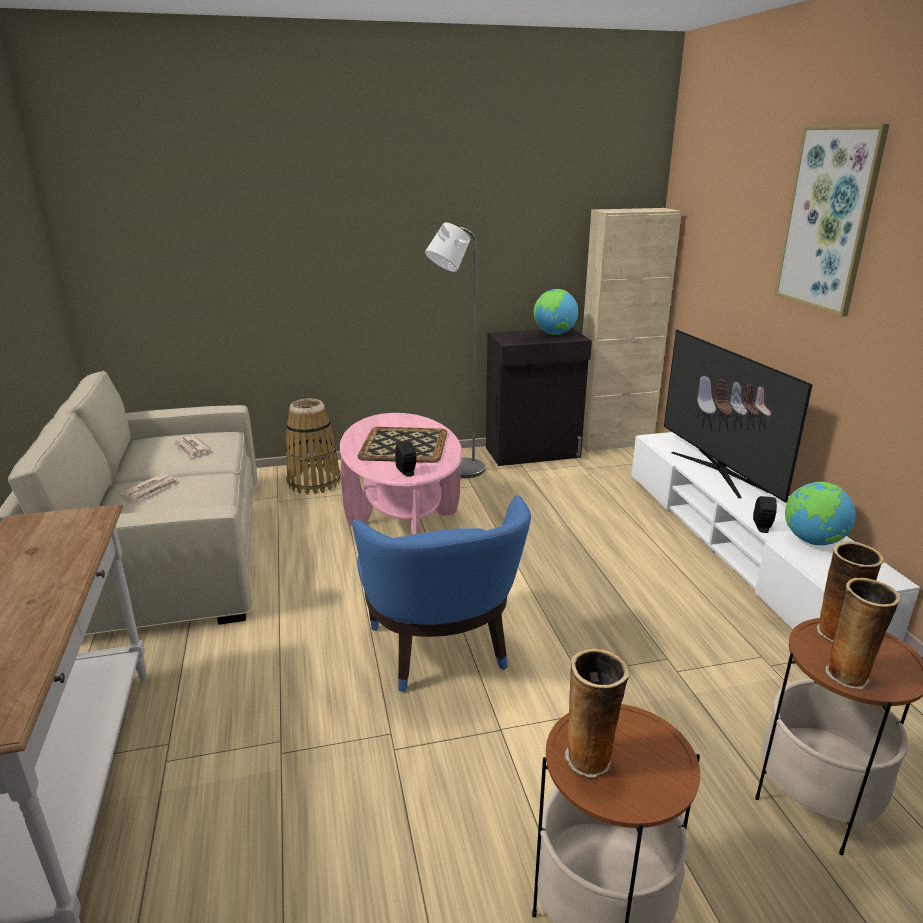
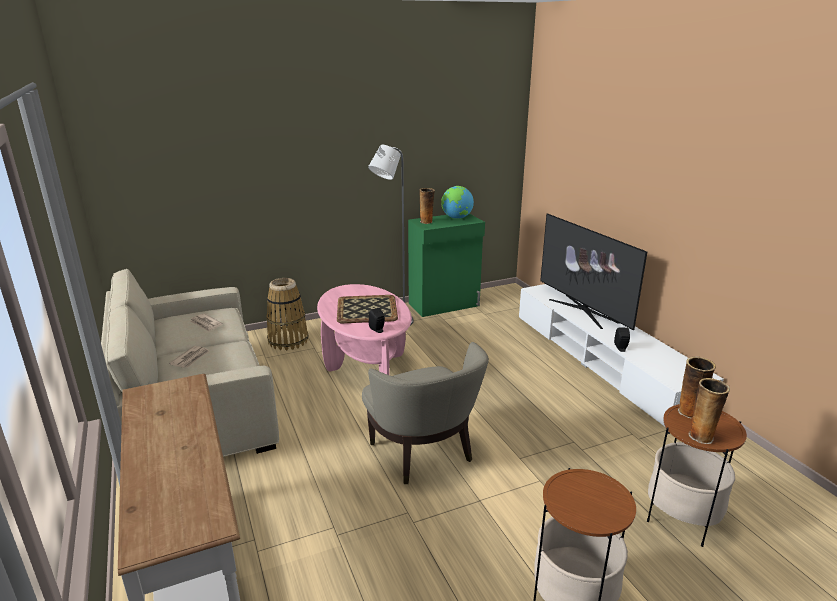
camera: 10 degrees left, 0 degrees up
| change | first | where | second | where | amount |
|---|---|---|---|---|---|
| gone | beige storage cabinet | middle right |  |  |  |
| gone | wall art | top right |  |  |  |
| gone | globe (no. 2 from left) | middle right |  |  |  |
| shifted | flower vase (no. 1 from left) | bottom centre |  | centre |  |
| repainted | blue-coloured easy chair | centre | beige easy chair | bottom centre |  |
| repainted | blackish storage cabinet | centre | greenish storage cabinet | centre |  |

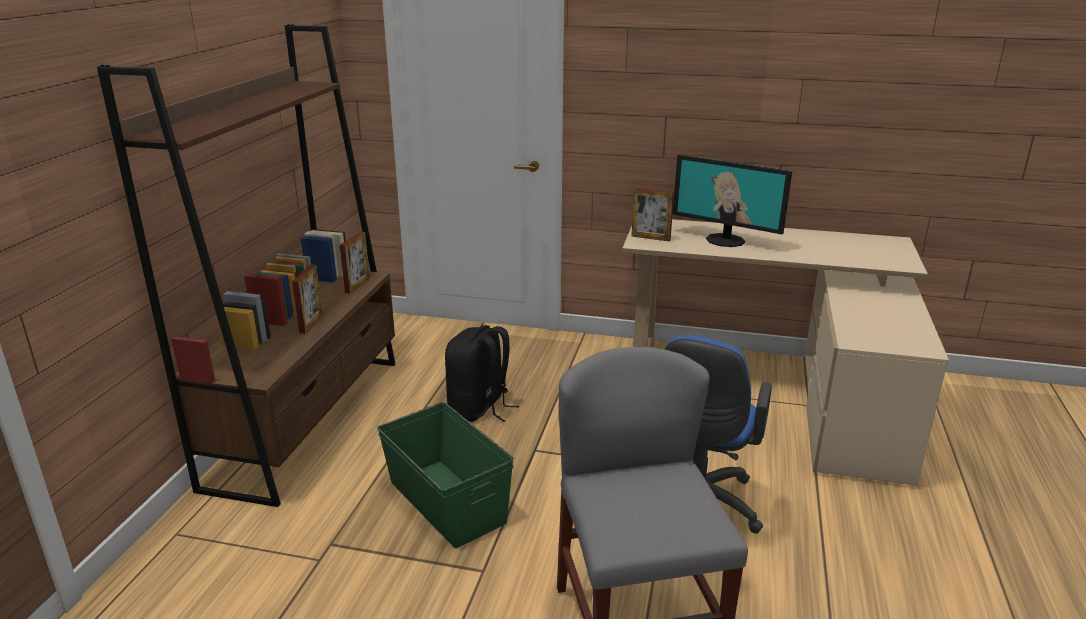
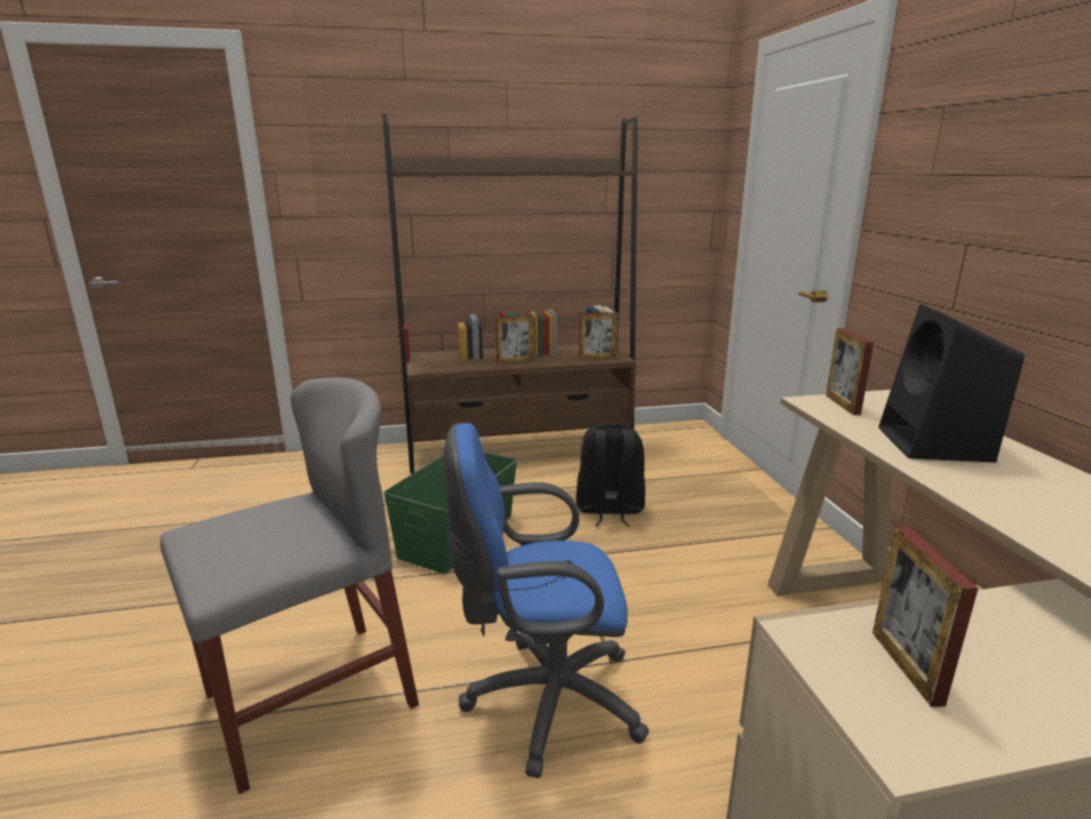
camera: 65 degrees right, 5 degrees down
| change | first | where | second | where | amount |
|---|---|---|---|---|---|
| new |  |  | photo frame (no. 4 from left) | bottom right |  |
| swapped | computer display | top right | blackish loudspeaker | middle right |  |

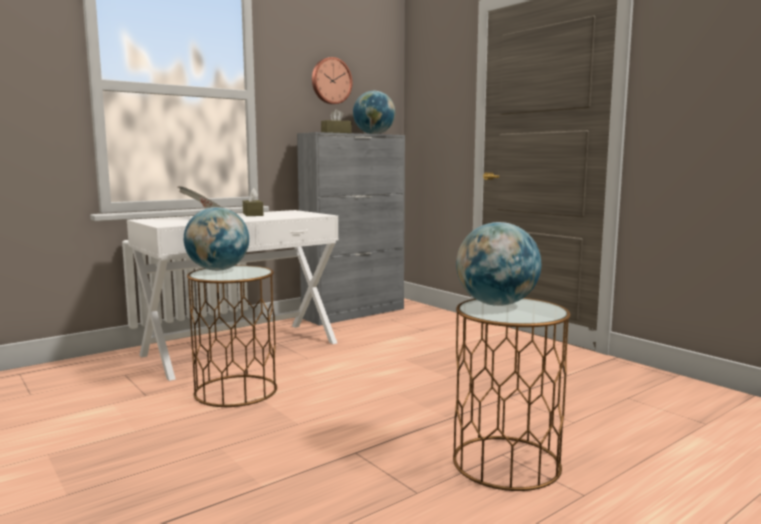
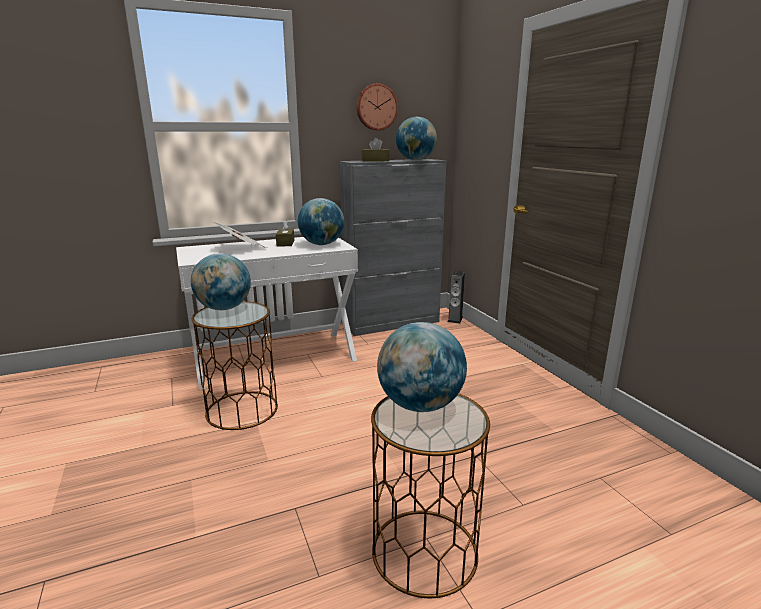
camera: 15 degrees right, 10 degrees up
| change | first | where | second | where | amount |
|---|---|---|---|---|---|
| new |  |  | globe (no. 2 from left) | centre |  |
| new |  |  | loudspeaker | centre |  |

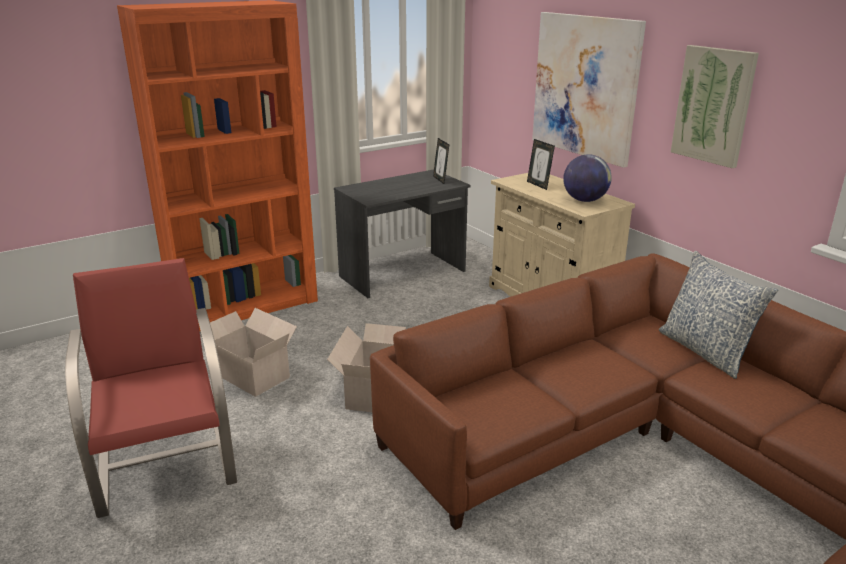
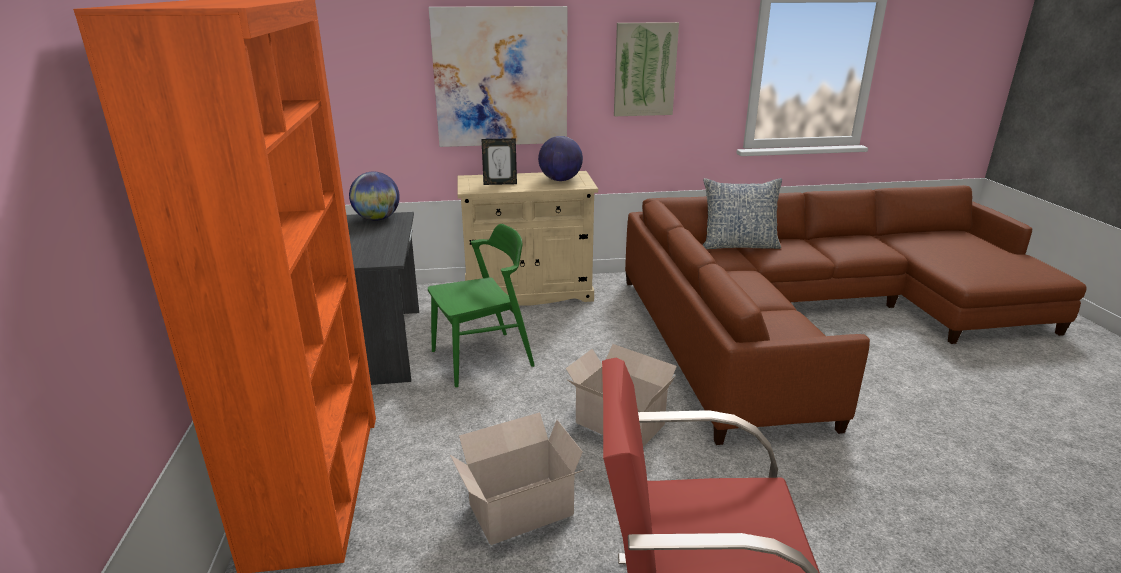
camera: 65 degrees left, 0 degrees up
| change | first | where | second | where | amount |
|---|---|---|---|---|---|
| new |  |  | greenish chair | centre |  |
| swapped | photo frame (no. 1 from left) | top centre | globe (no. 1 from left) | centre |  |

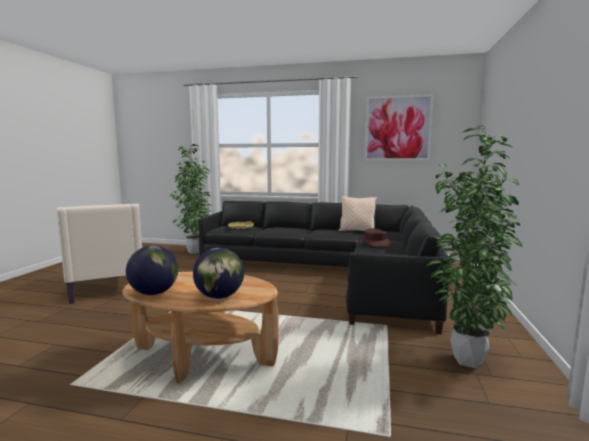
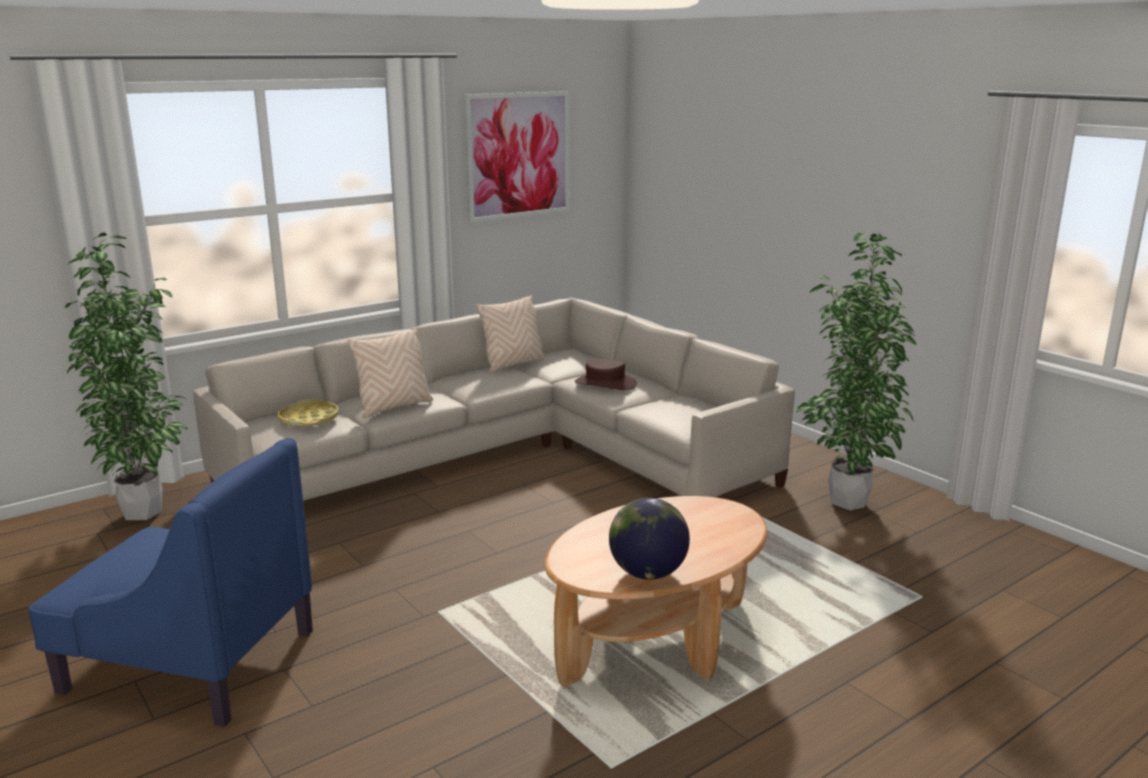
camera: 50 degrees left, 10 degrees up
| change | first | where | second | where | amount |
|---|---|---|---|---|---|
| gone | globe (no. 2 from left) | centre |  |  |  |
| new |  |  | beige cushion (no. 1 from left) | centre |  |
| repainted | beige easy chair | middle left | blue-coloured easy chair | bottom left |  |
| repainted | blackish couch | centre | beige couch | centre |  |

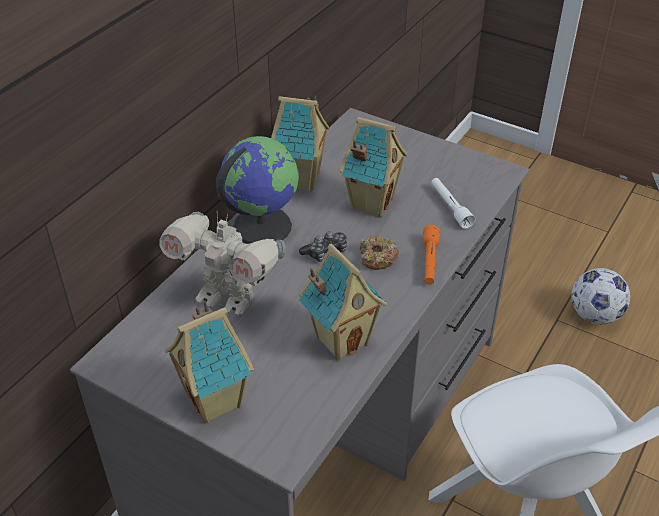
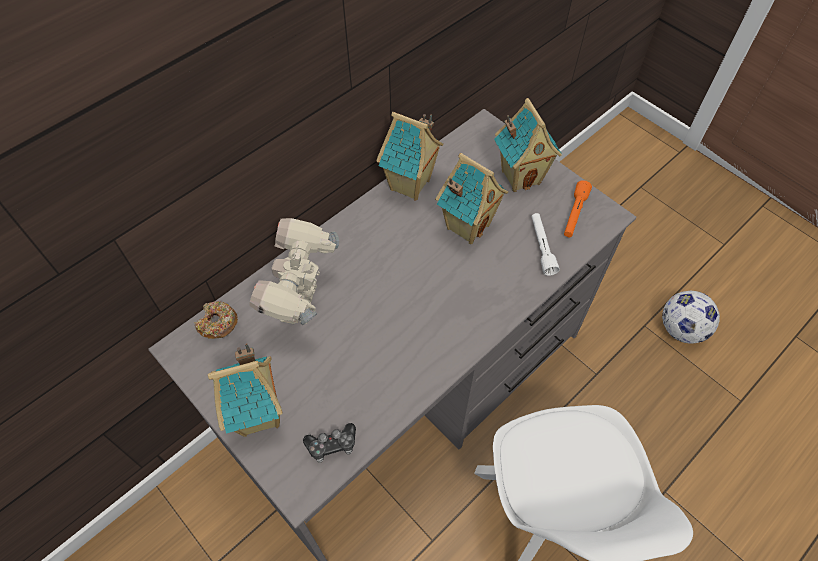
camera: 15 degrees right, 15 degrees up
| change | first | where | second | where | amount |
|---|---|---|---|---|---|
| gone | globe | centre |  |  |  |
| shifted | joypad | centre |  | bottom centre |  |
| shifted | model house (no. 3 from left in the first image) | centre | model house (no. 4 from left) | top centre |  |
| shifted | ring doughnut | centre |  | middle left |  |
| shifted | orangey hand torch | centre |  | middle right |  |
| rotated | robot figure | centre |  | centre | 60 degrees clockwise |

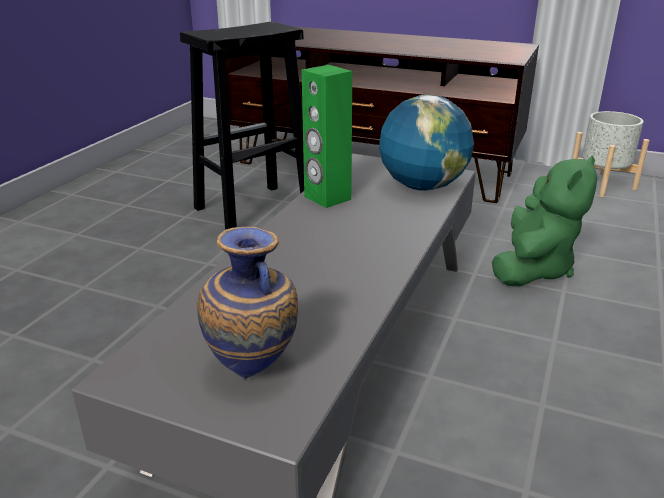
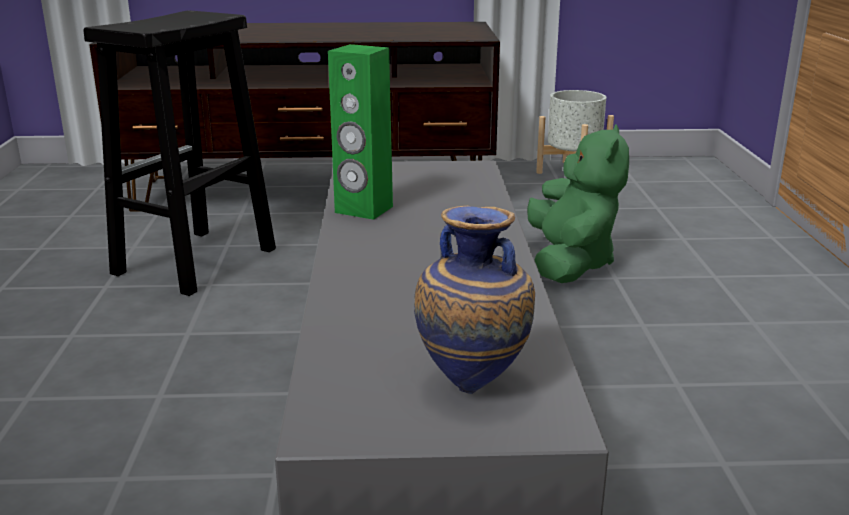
camera: 25 degrees left, 5 degrees down
| change | first | where | second | where | amount |
|---|---|---|---|---|---|
| gone | globe | top centre |  |  |  |

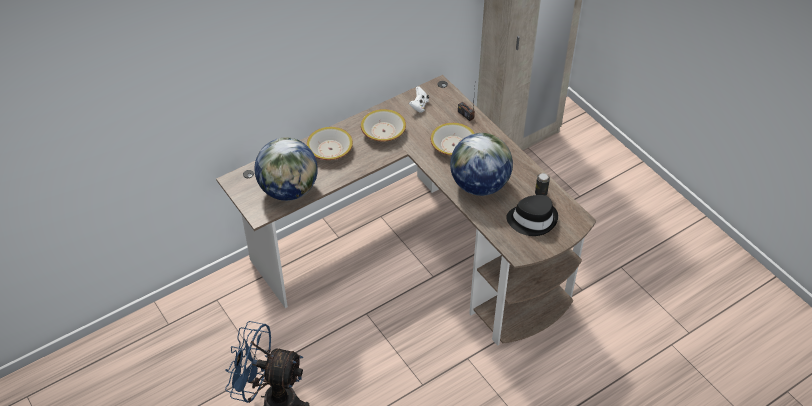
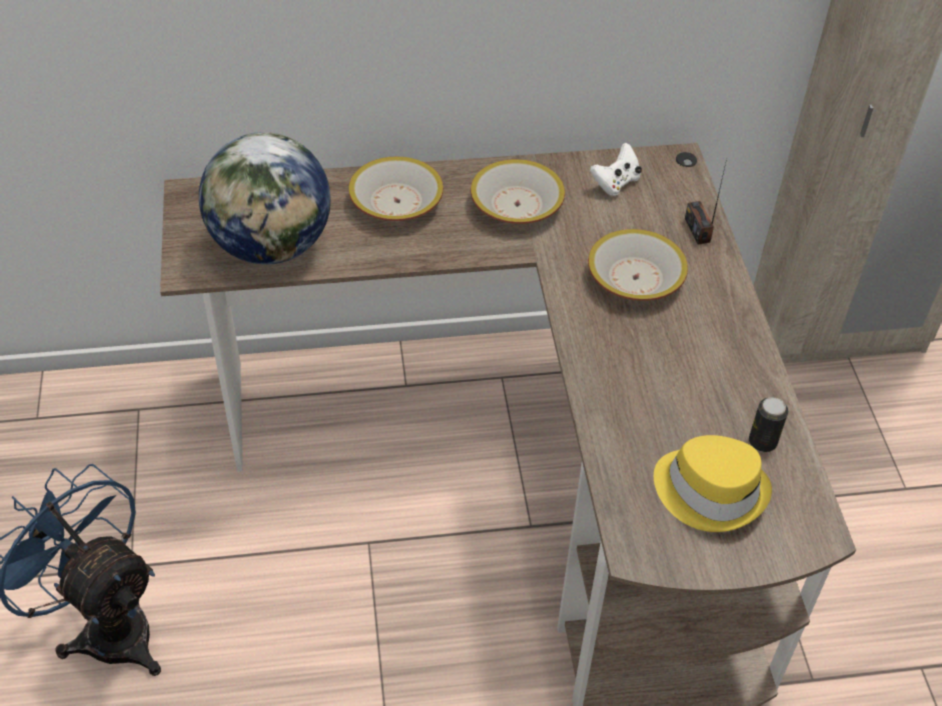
camera: 25 degrees right, 0 degrees up
| change | first | where | second | where | amount |
|---|---|---|---|---|---|
| gone | globe (no. 2 from left) | centre |  |  |  |
| repainted | blackish clothing hat | centre | yellow clothing hat | bottom right |  |

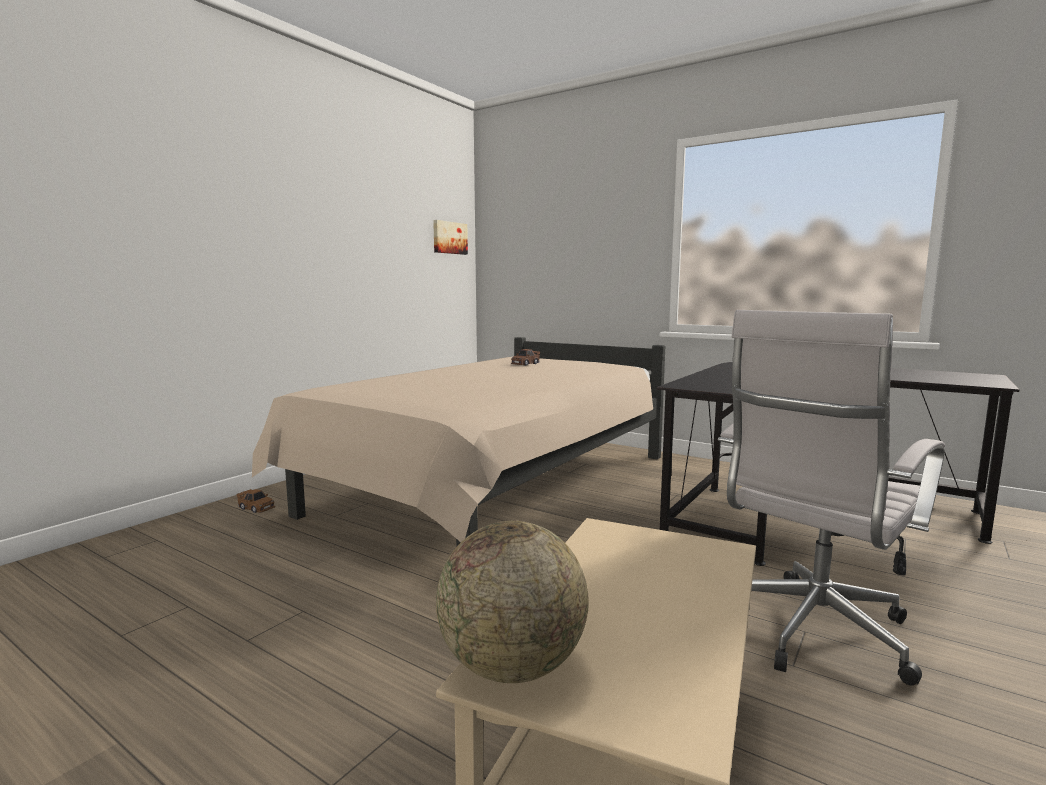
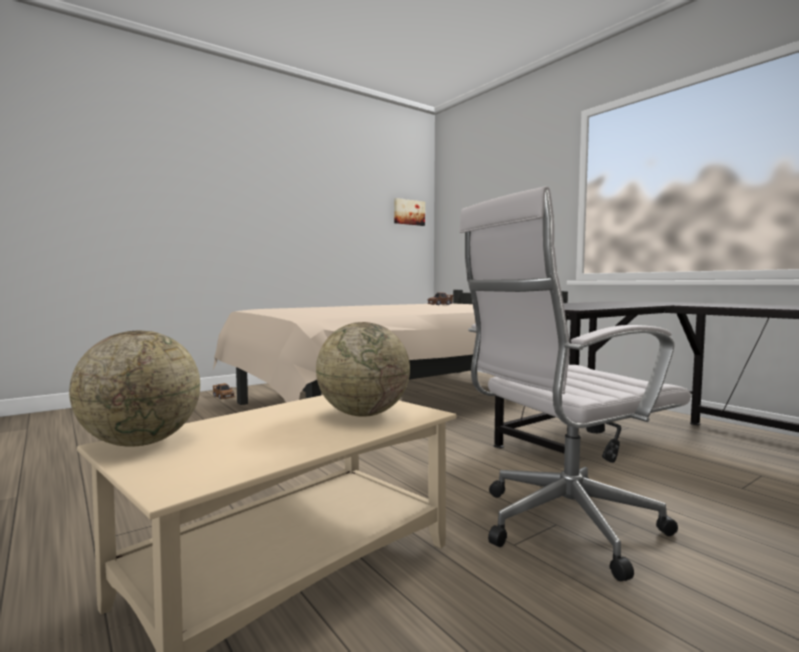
camera: 20 degrees right, 5 degrees down
| change | first | where | second | where | amount |
|---|---|---|---|---|---|
| new |  |  | globe (no. 2 from left) | centre |  |

